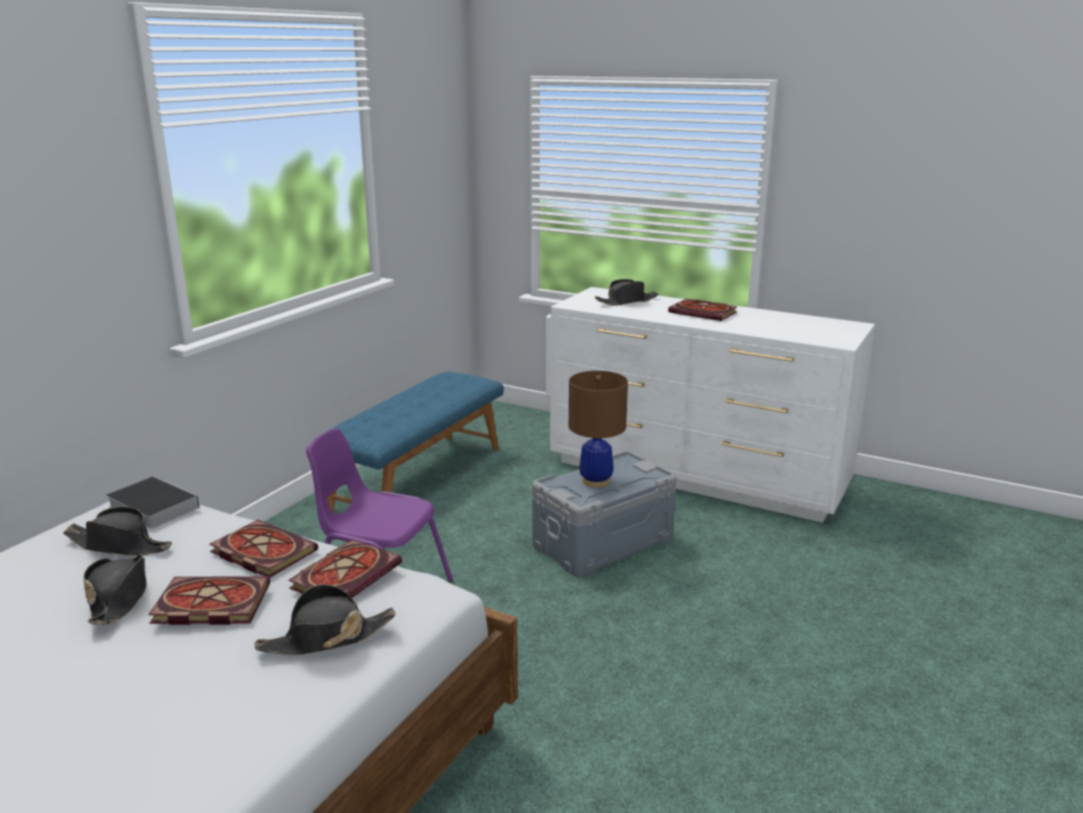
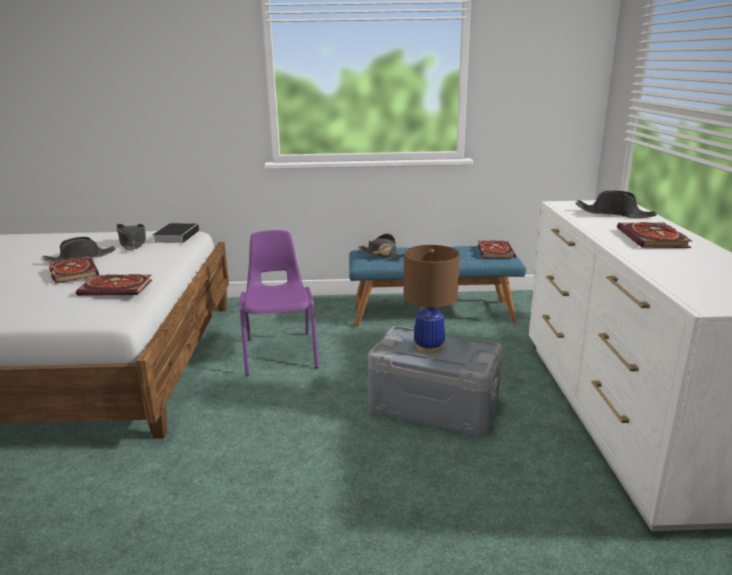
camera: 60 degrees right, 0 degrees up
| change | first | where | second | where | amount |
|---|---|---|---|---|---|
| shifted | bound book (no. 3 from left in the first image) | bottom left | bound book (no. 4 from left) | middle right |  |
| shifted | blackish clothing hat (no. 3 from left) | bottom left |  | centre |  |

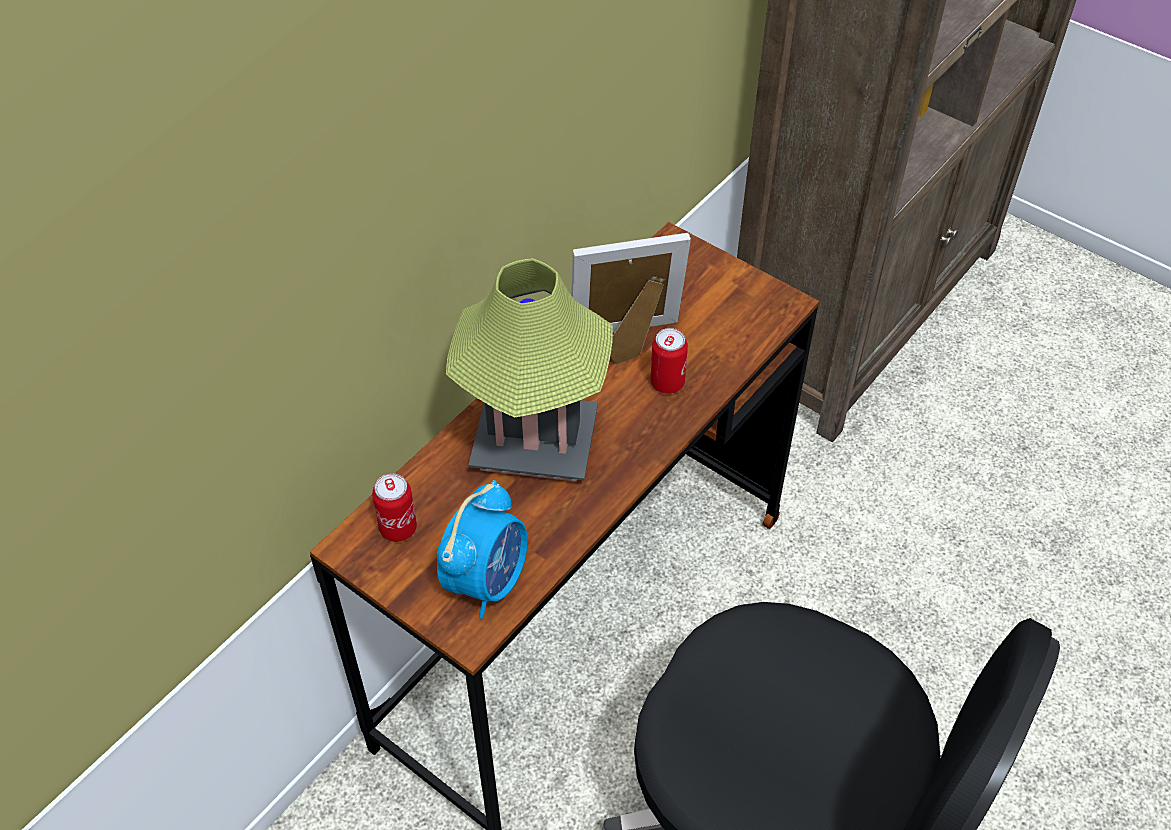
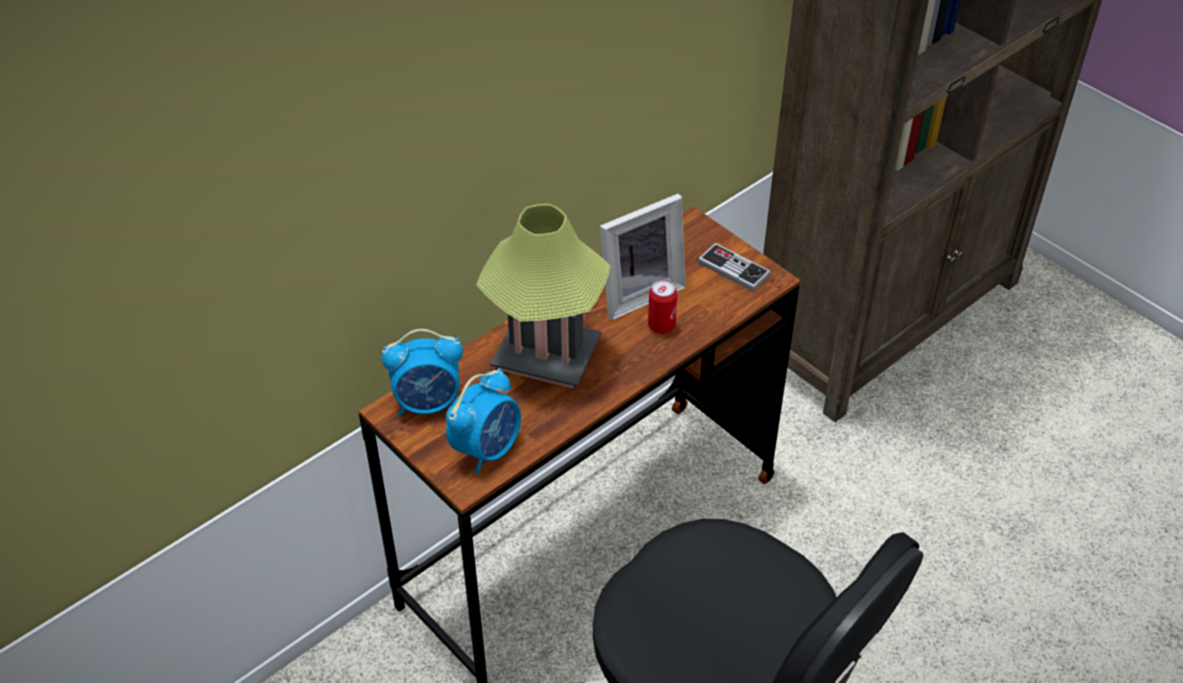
camera: 10 degrees right, 5 degrees down
| change | first | where | second | where | amount |
|---|---|---|---|---|---|
| new |  |  | joypad | centre |  |
| swapped | sealed can (no. 1 from left) | centre | alarm clock (no. 1 from left) | centre |  |
| rotated | photo frame | centre |  | centre | 150 degrees clockwise |

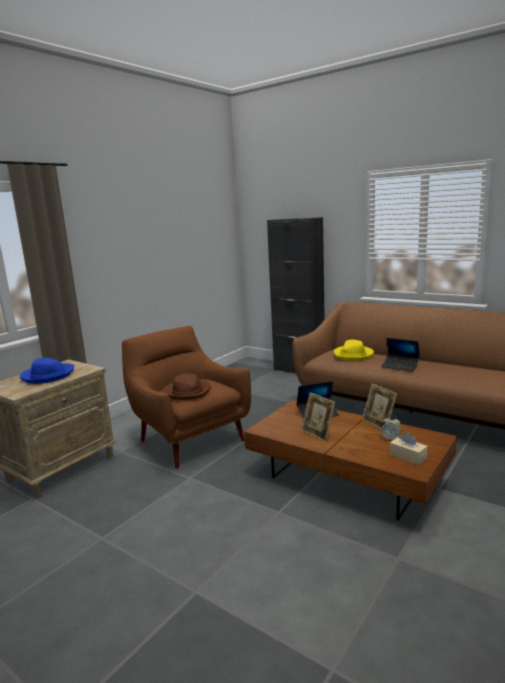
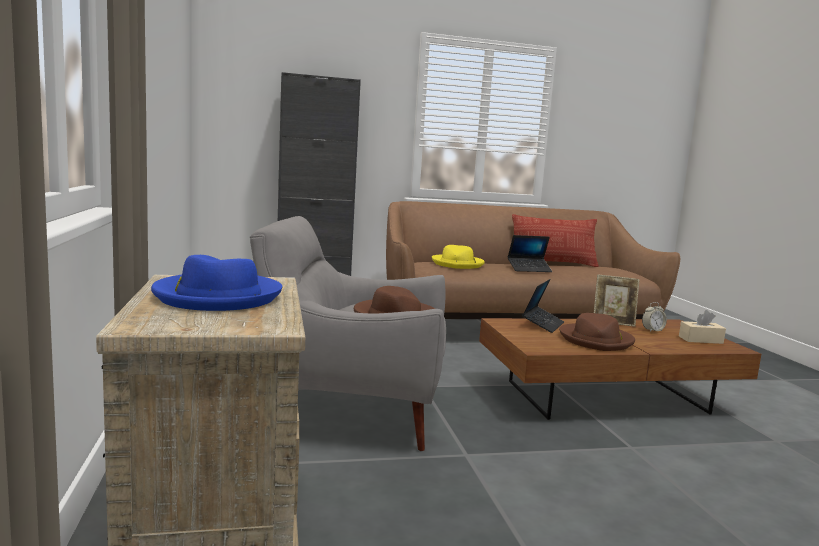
camera: 50 degrees left, 5 degrees down
| change | first | where | second | where | amount |
|---|---|---|---|---|---|
| new |  |  | cushion | middle right |  |
| swapped | photo frame (no. 1 from left) | centre | brown clothing hat (no. 2 from left) | middle right |  |
| repainted | brown easy chair | centre | grey easy chair | centre |  |

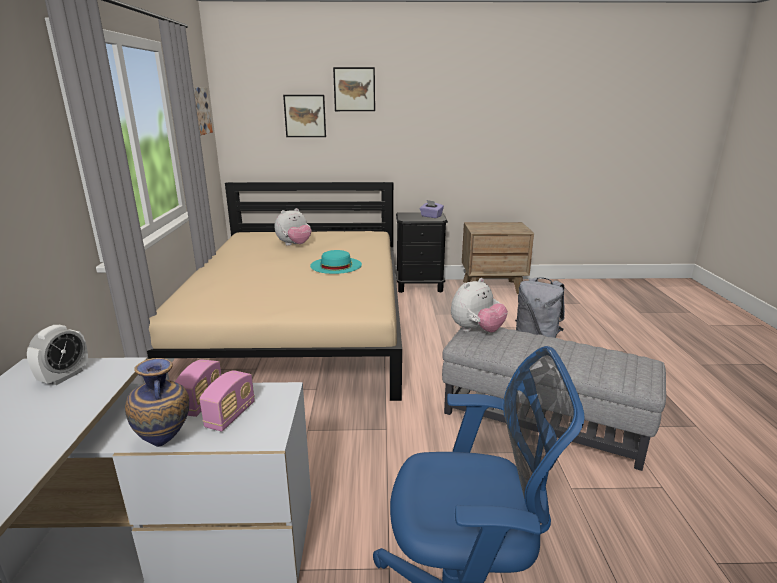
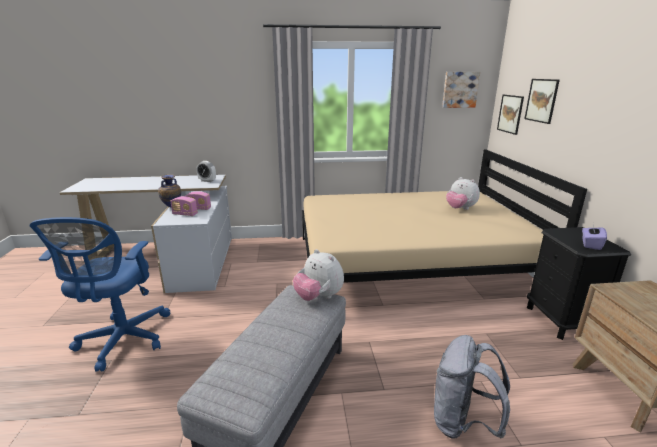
camera: 85 degrees right, 0 degrees up
| change | first | where | second | where | amount |
|---|---|---|---|---|---|
| gone | turquoise clothing hat | centre |  |  |  |
| shifted | wall art (no. 3 from left in the first image) | top centre | wall art (no. 2 from left) | top right |  |

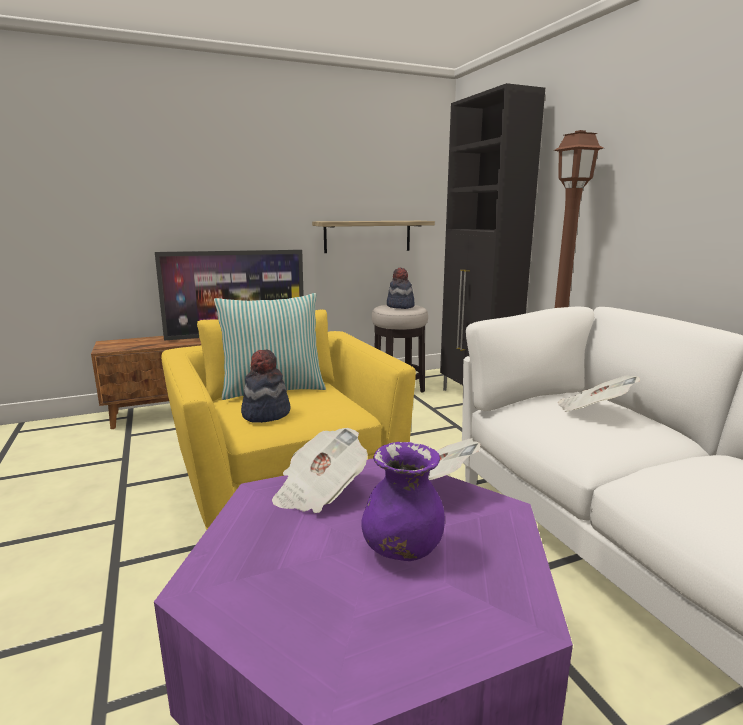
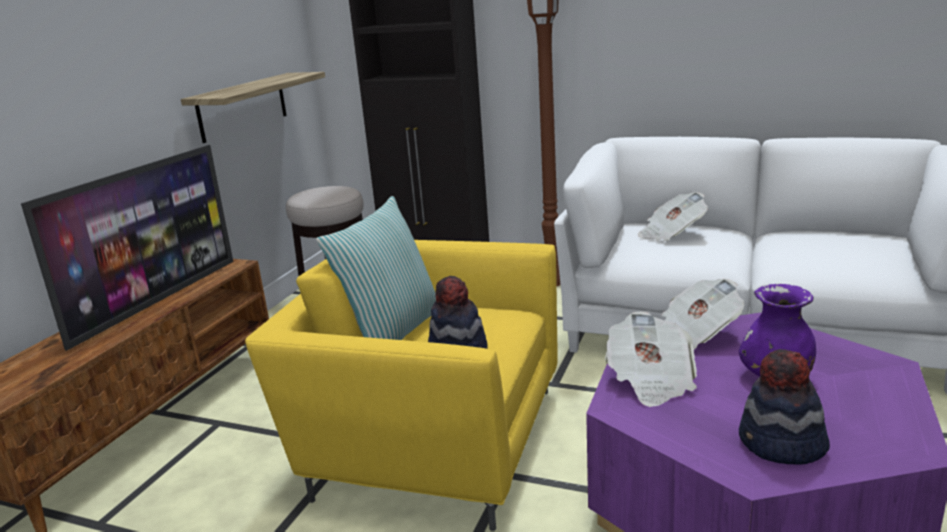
camera: 45 degrees left, 5 degrees up
| change | first | where | second | where | amount |
|---|---|---|---|---|---|
| shifted | clothing hat (no. 2 from left) | centre |  | bottom right |  |

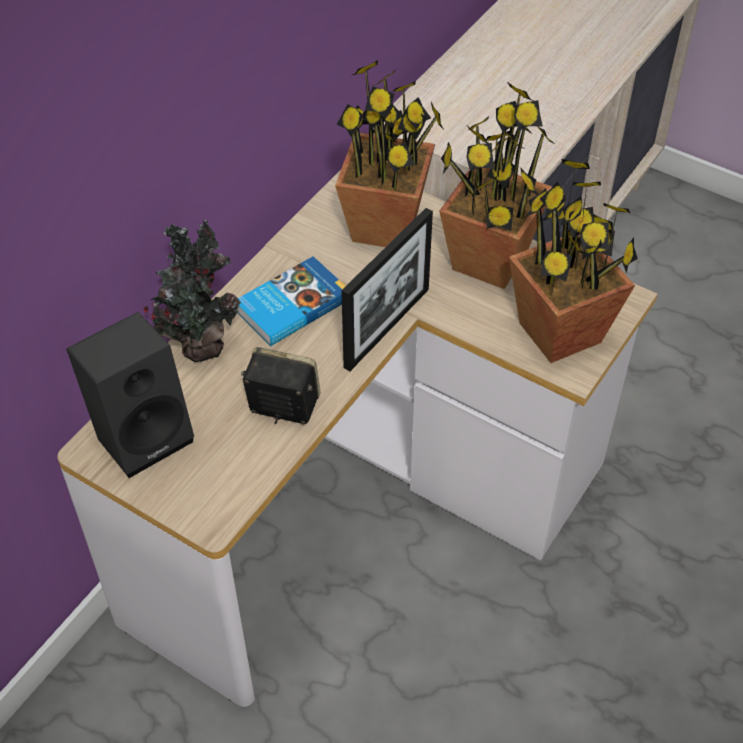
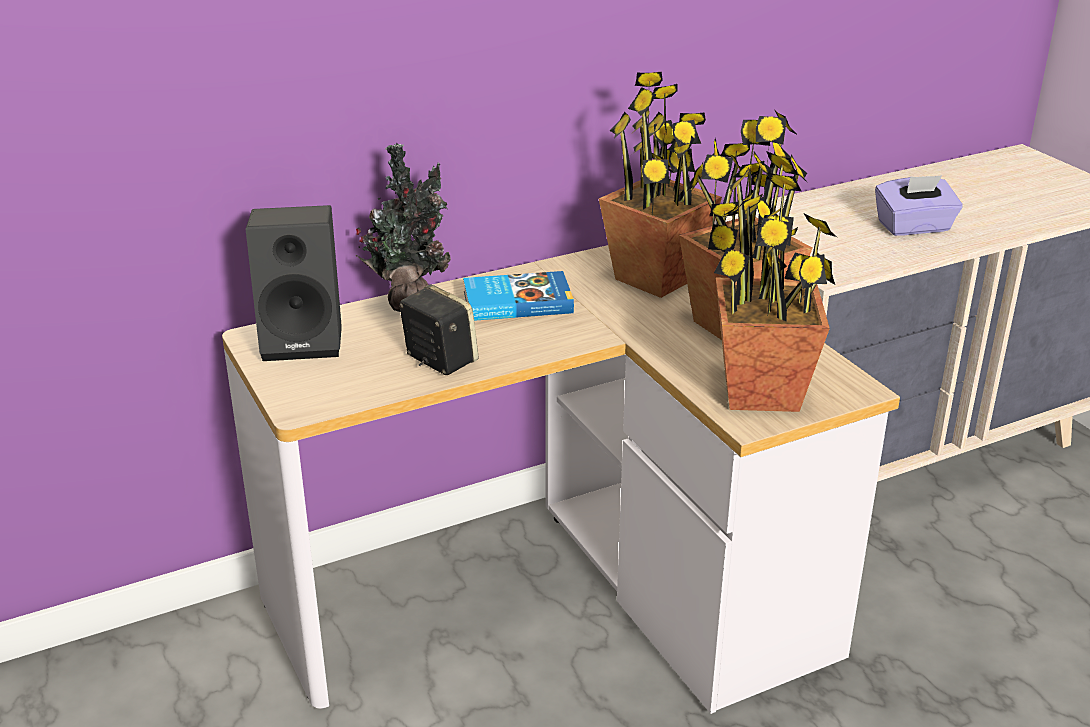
camera: 30 degrees right, 20 degrees down
| change | first | where | second | where | amount |
|---|---|---|---|---|---|
| gone | photo frame | centre |  |  |  |
| new |  |  | purple-coloured box of tissues | top right |  |

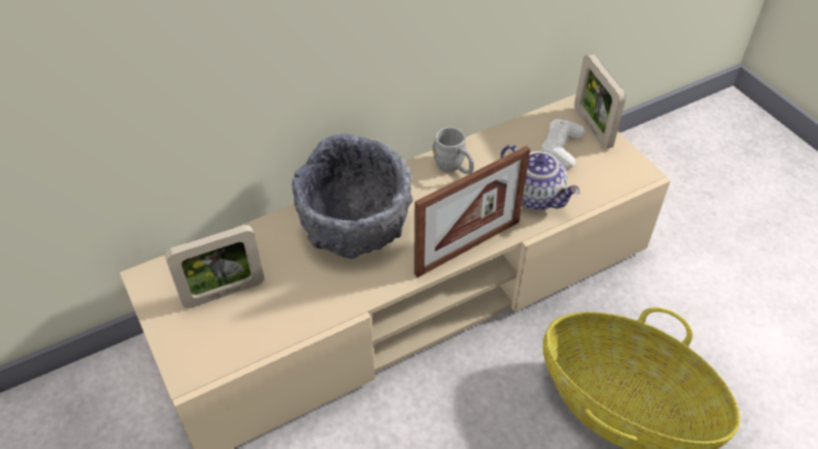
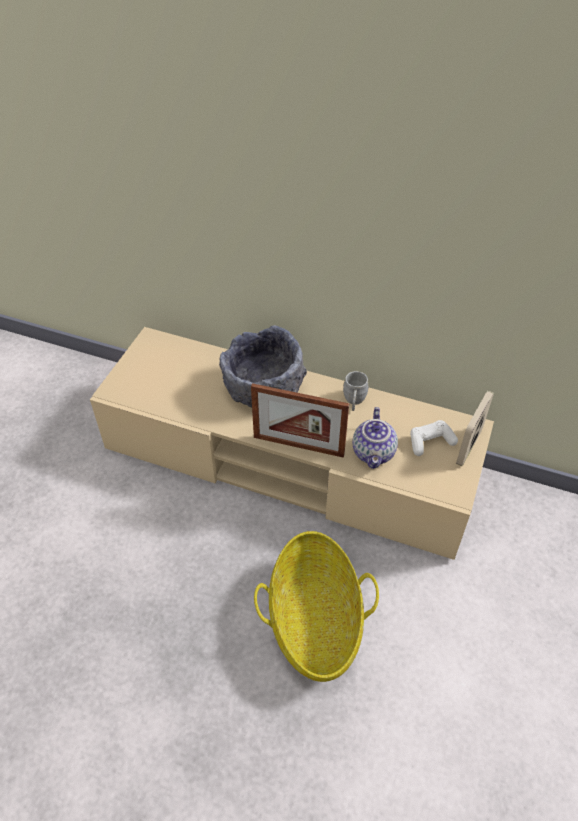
camera: 50 degrees right, 0 degrees up
| change | first | where | second | where | amount |
|---|---|---|---|---|---|
| gone | photo frame (no. 1 from left) | middle left |  |  |  |

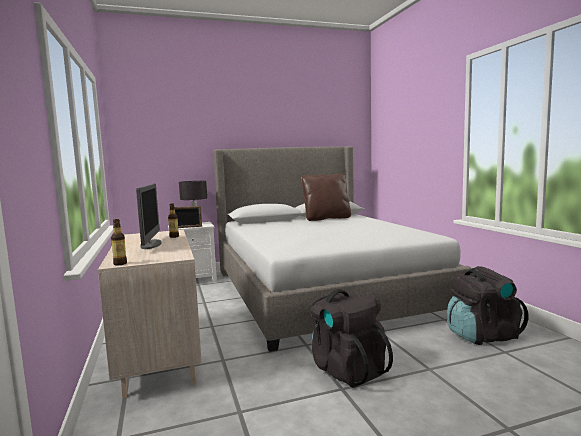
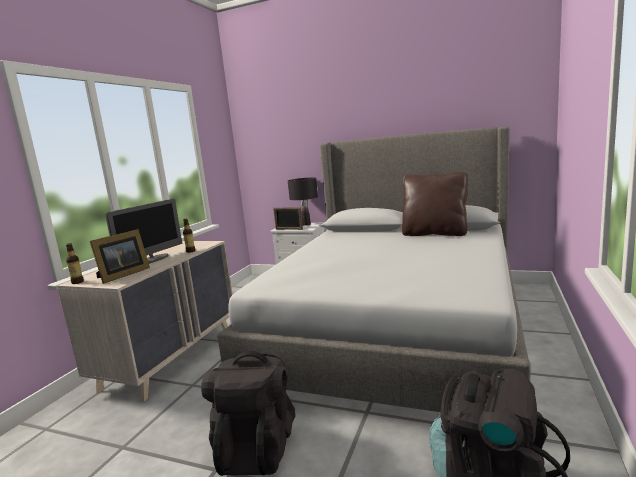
camera: 40 degrees right, 5 degrees up
| change | first | where | second | where | amount |
|---|---|---|---|---|---|
| new |  |  | photo frame (no. 1 from left) | middle left |  |

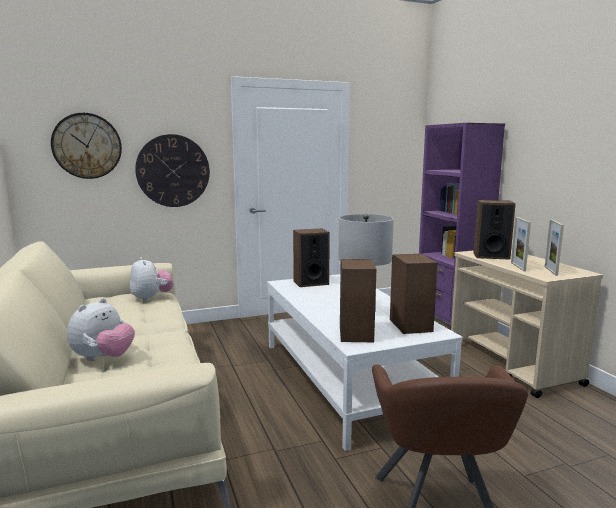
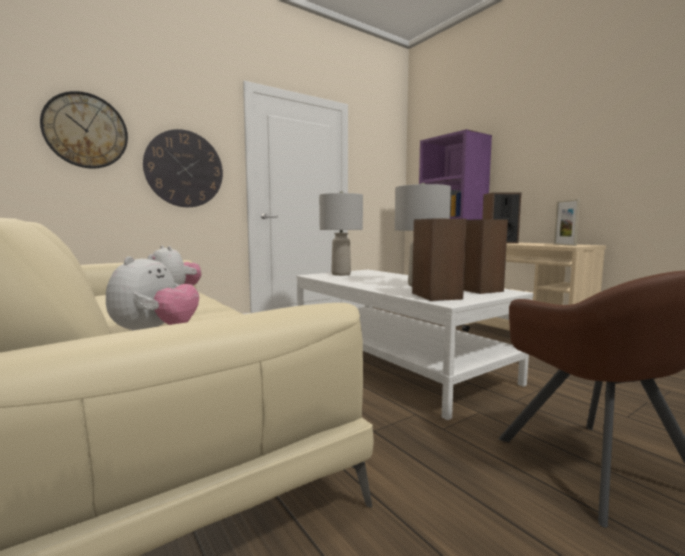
camera: 15 degrees left, 5 degrees down
| change | first | where | second | where | amount |
|---|---|---|---|---|---|
| gone | photo frame (no. 1 from left) | middle right |  |  |  |
| swapped | loudspeaker (no. 1 from left) | centre | grey table lamp (no. 1 from left) | centre |  |

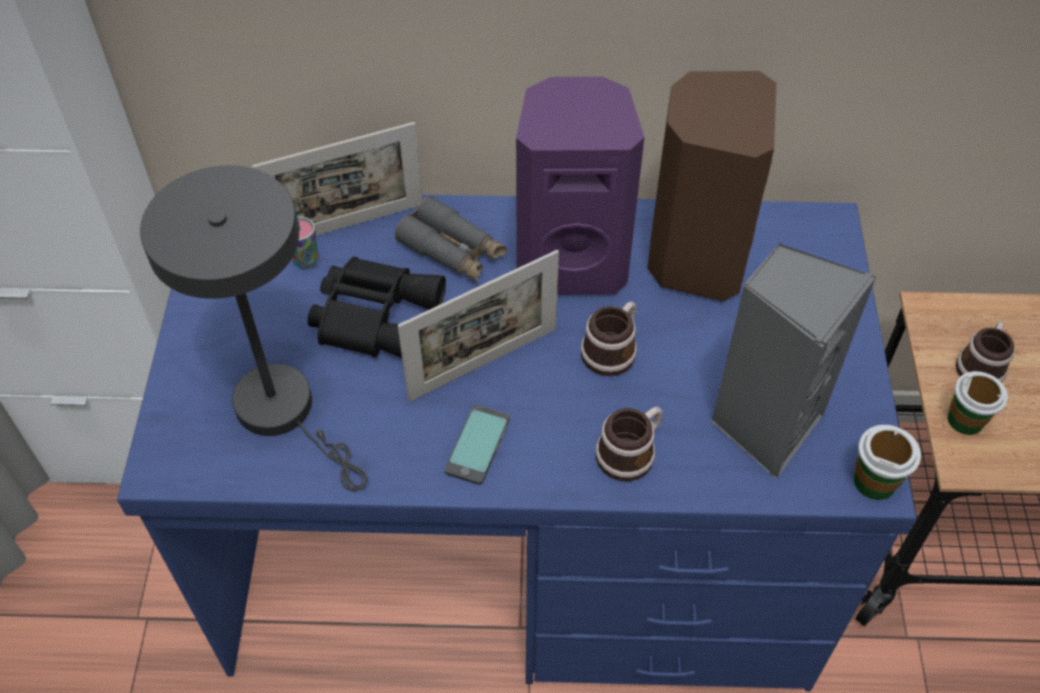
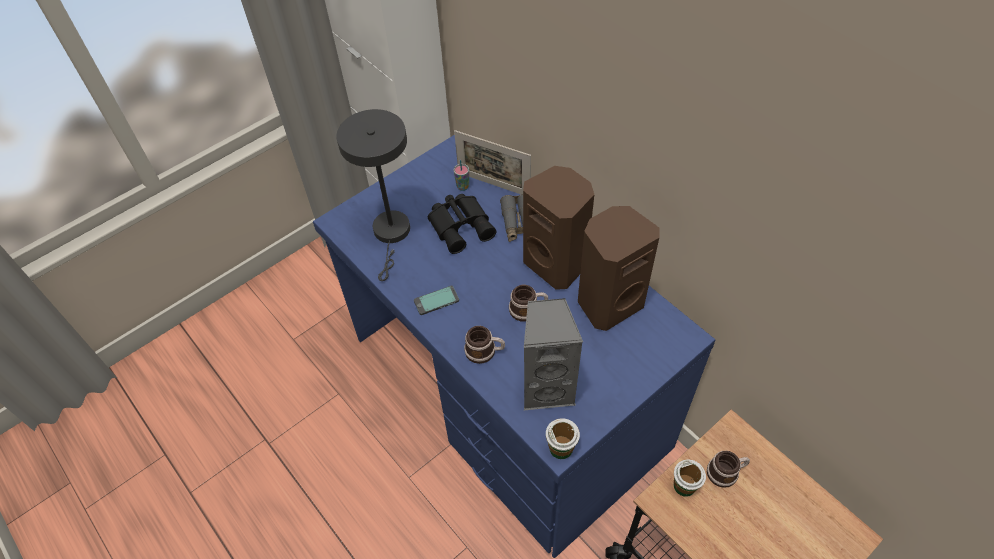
camera: 50 degrees right, 0 degrees up
| change | first | where | second | where | amount |
|---|---|---|---|---|---|
| gone | photo frame (no. 2 from left) | centre |  |  |  |
| repainted | purple-coloured loudspeaker | top centre | brown loudspeaker (no. 1 from left) | centre |  |

